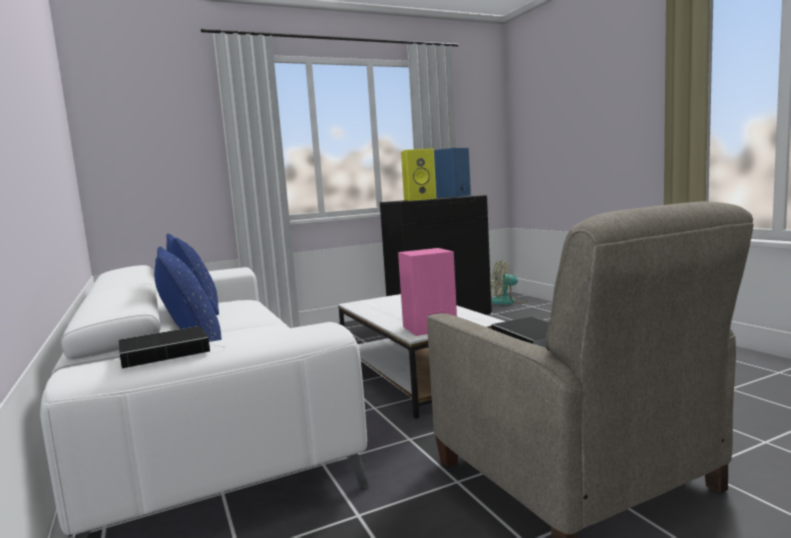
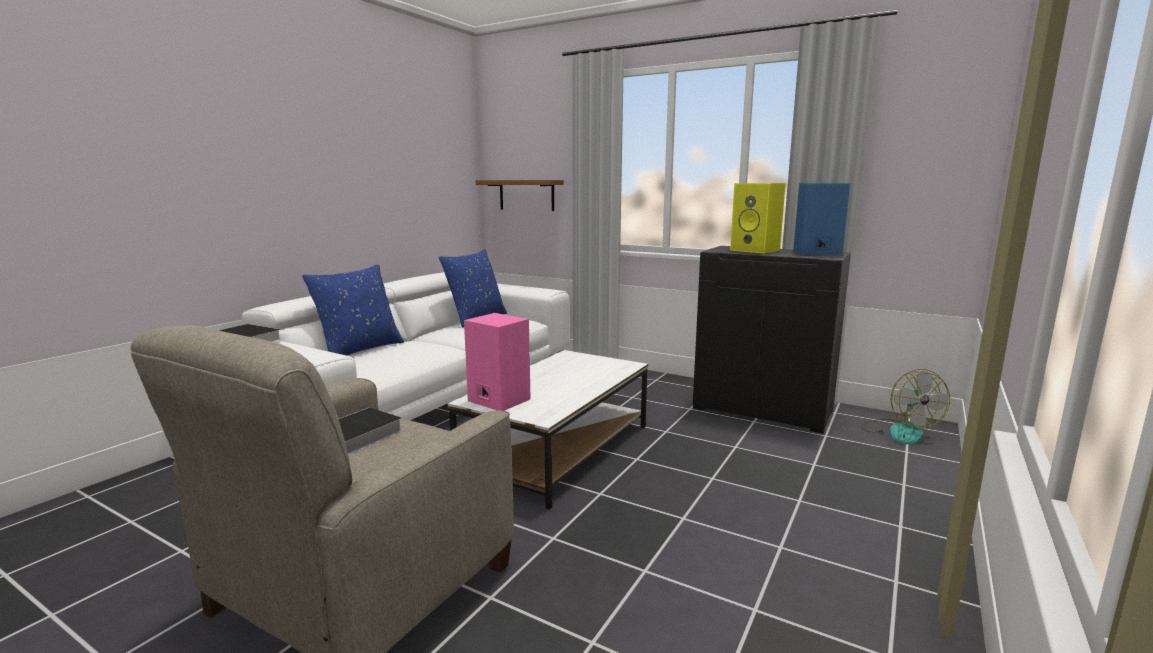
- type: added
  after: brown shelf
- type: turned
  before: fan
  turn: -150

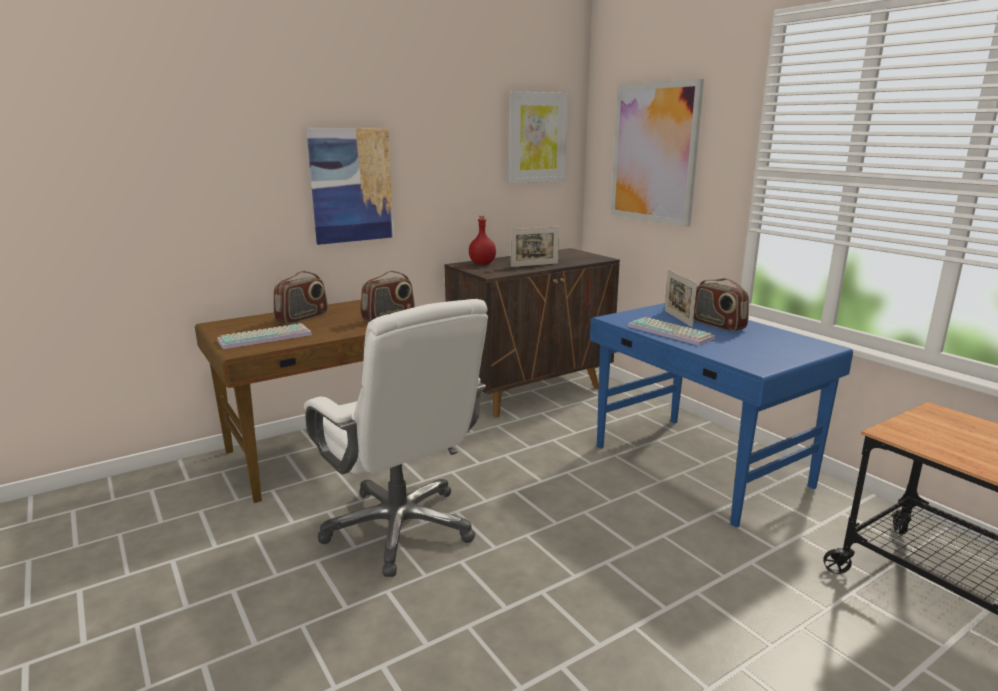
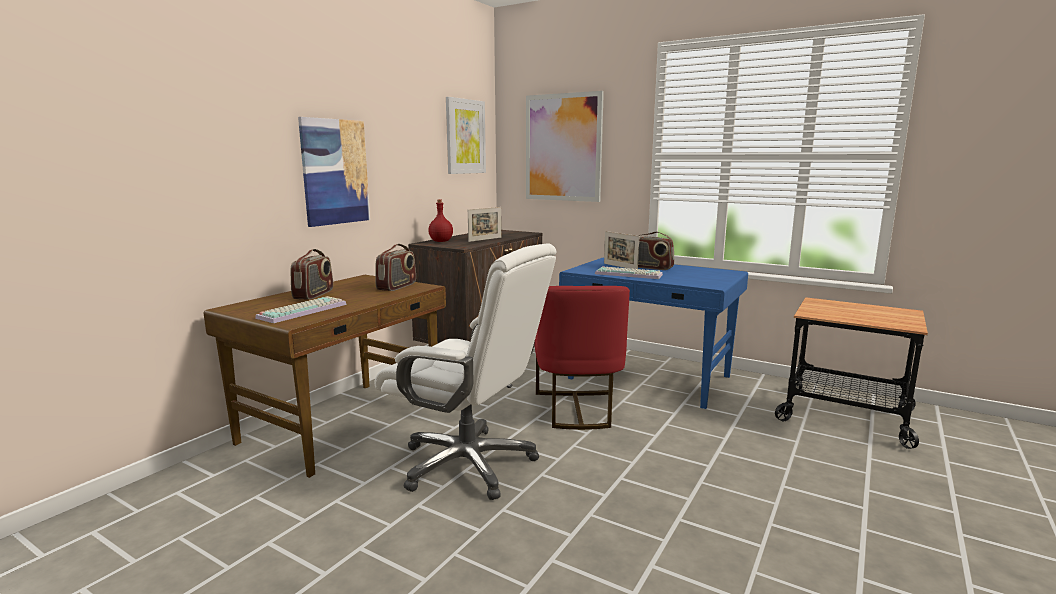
- type: added
  after: red chair

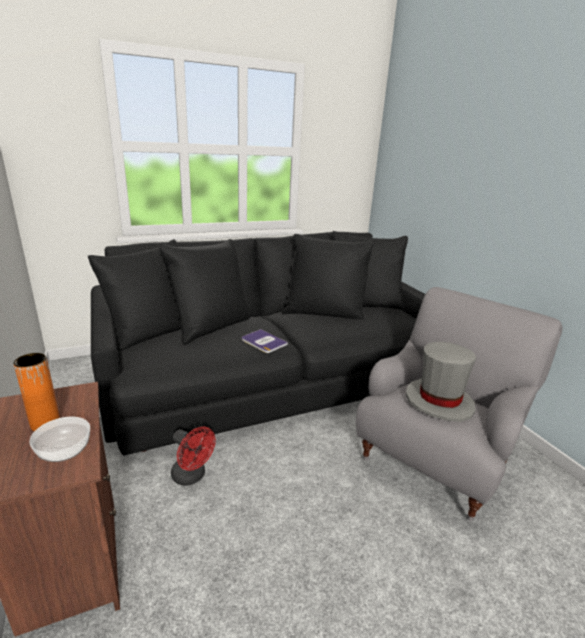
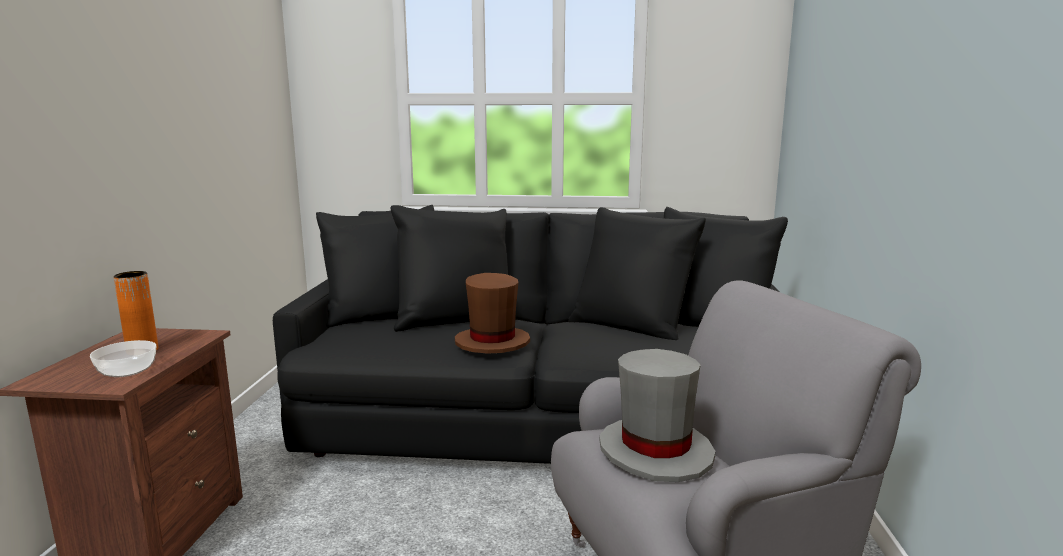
- type: removed
  before: red fan
- type: replaced
  before: book
  after: brown hat

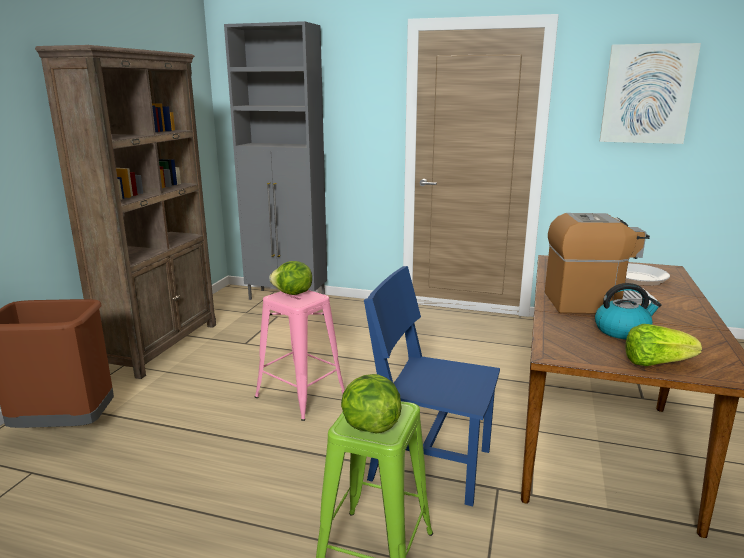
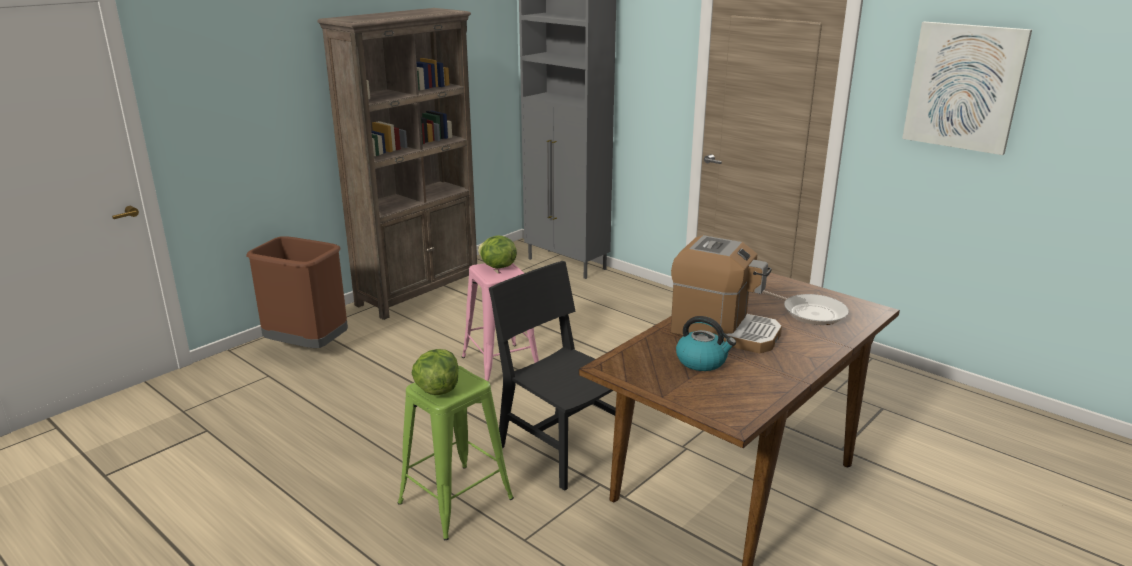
- type: removed
  before: lettuce (3rd from left)
- type: recoloured
  before: blue chair
  after: black chair

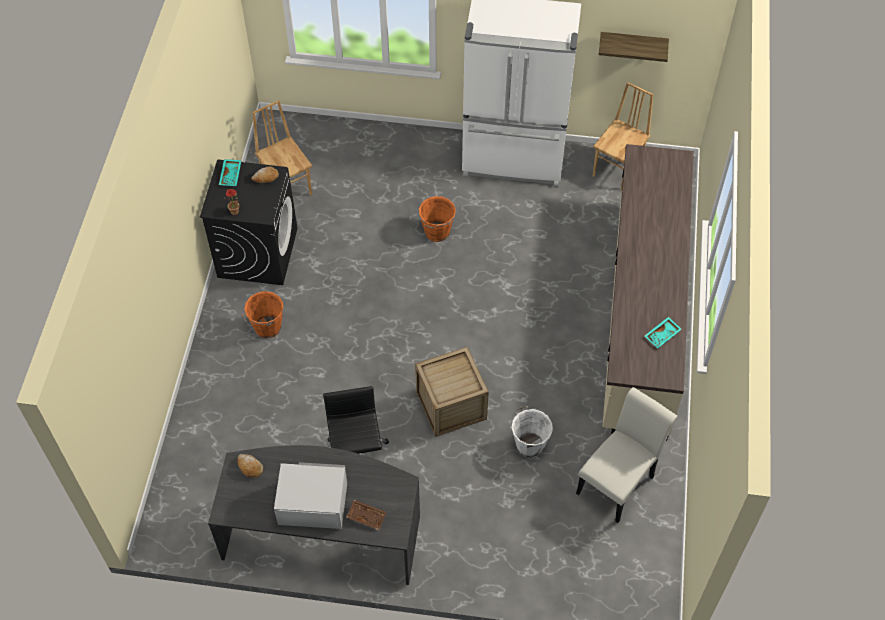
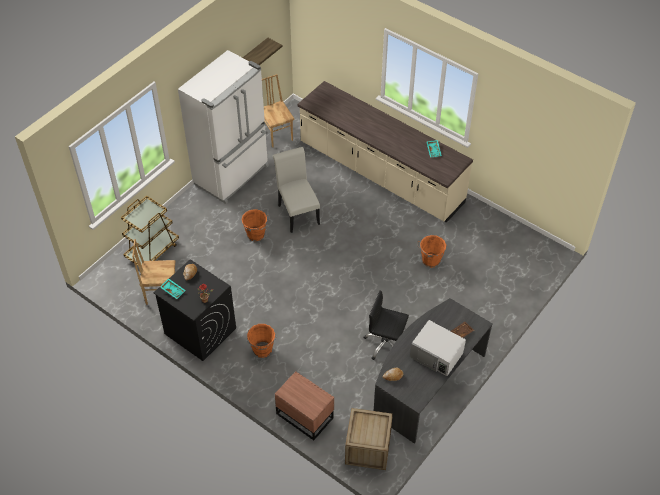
- type: added
  after: brown cart
- type: added
  after: brown nightstand
- type: moved
  before: crate
- type: moved
  before: white chair
- type: recoloured
  before: white bucket
  after: orange bucket (3rd from left)
- type: turned
  before: white microwave
  turn: -90

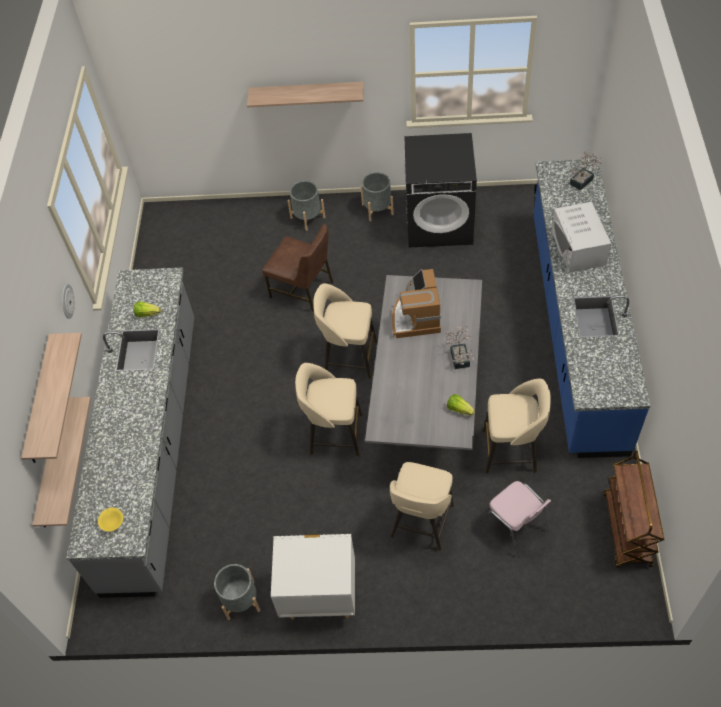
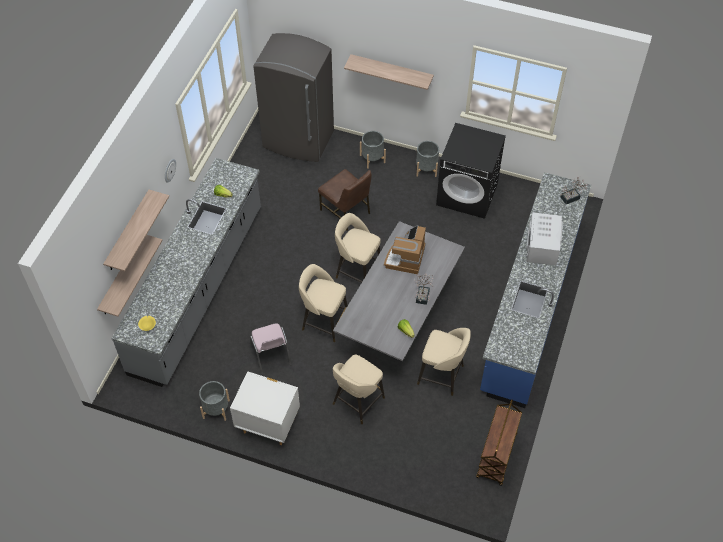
- type: added
  after: grey fridge
- type: moved
  before: pink chair

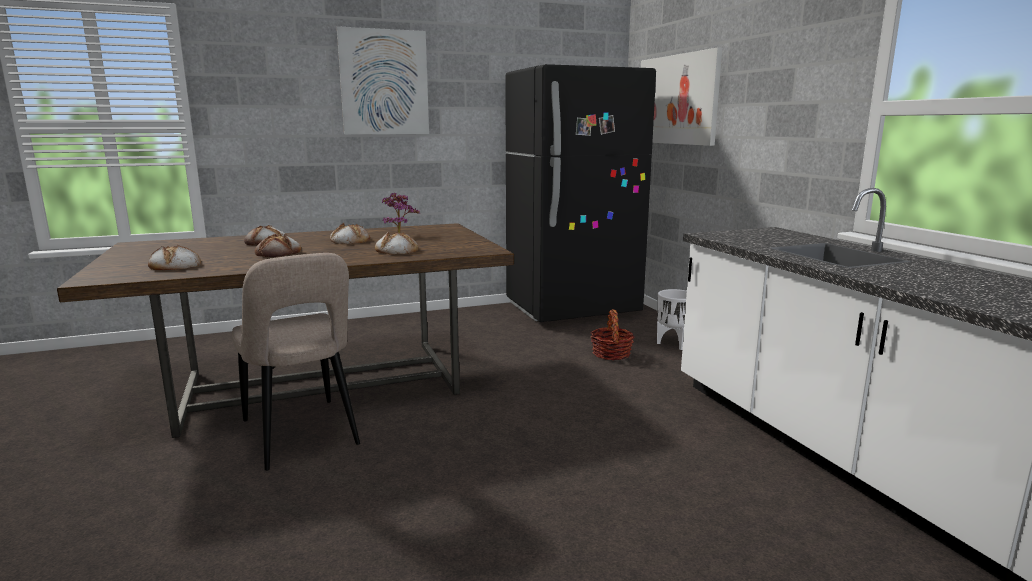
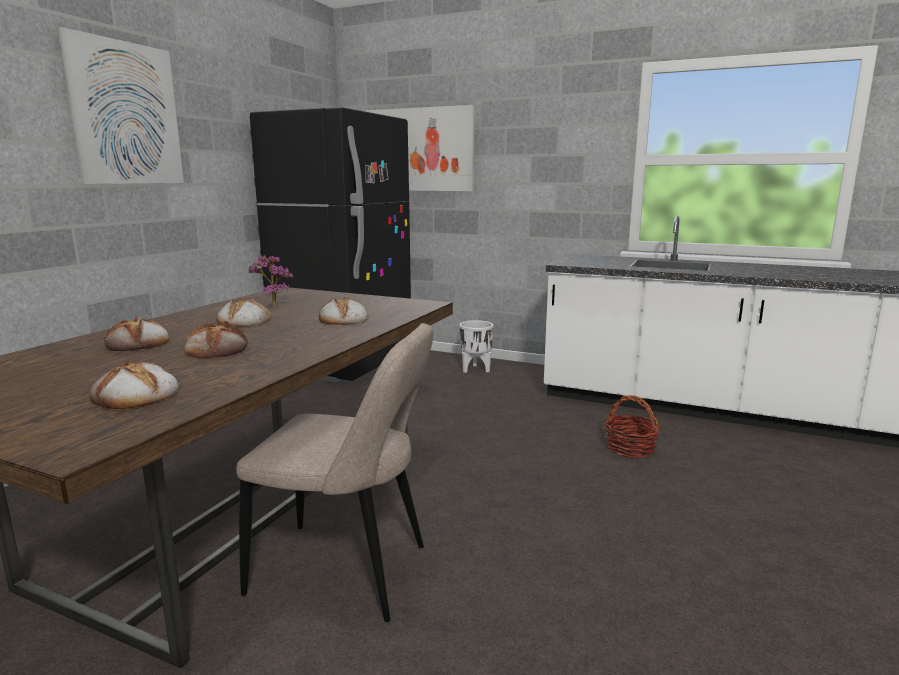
- type: moved
  before: basket

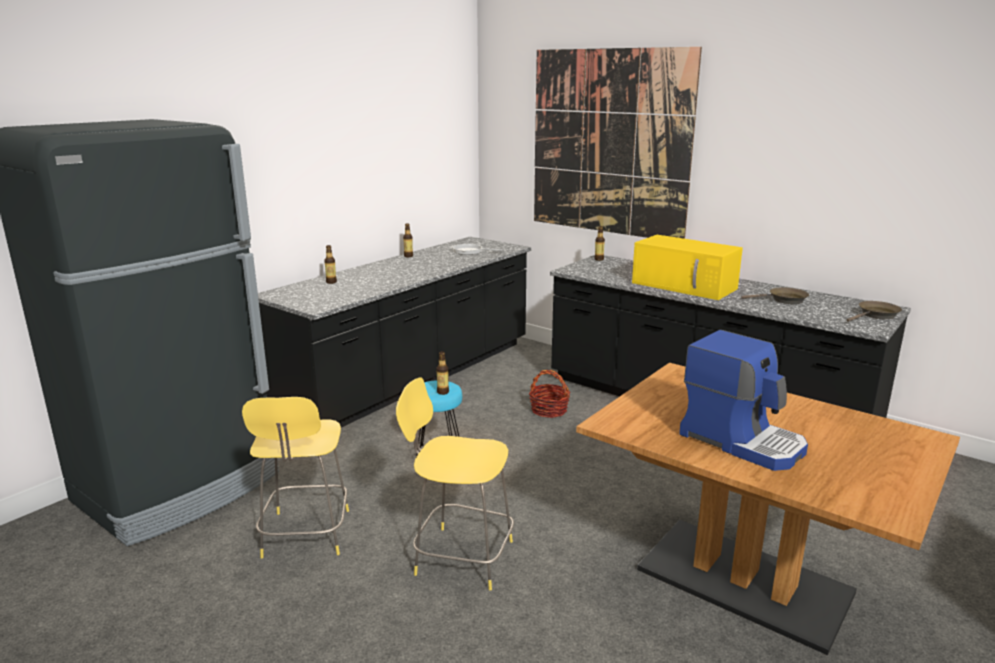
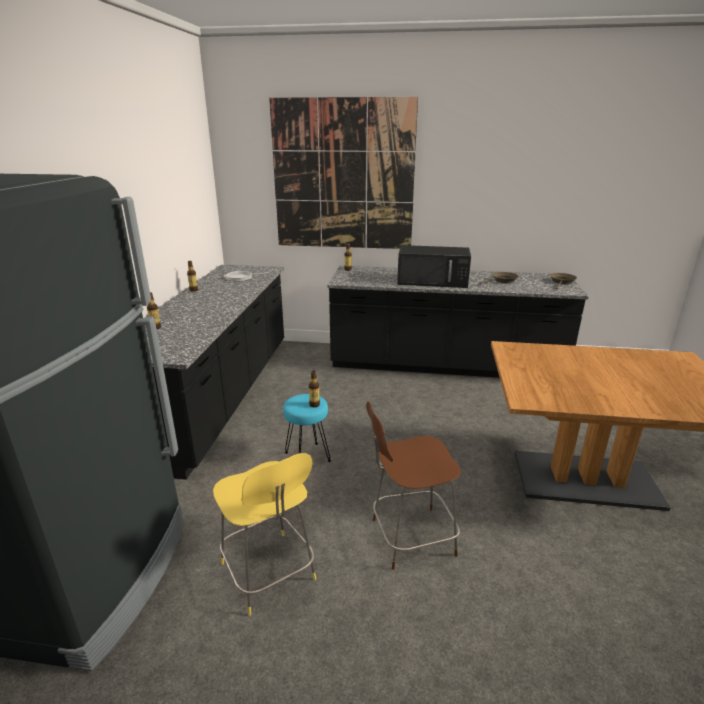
- type: removed
  before: basket
- type: removed
  before: coffee machine
- type: recoloured
  before: yellow stool (2nd from left)
  after: brown stool
- type: recoloured
  before: yellow microwave
  after: black microwave

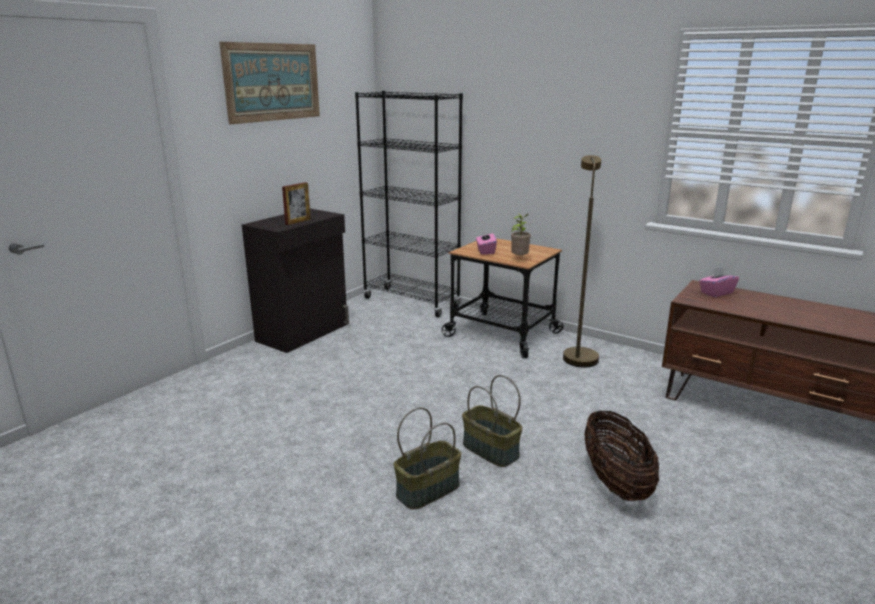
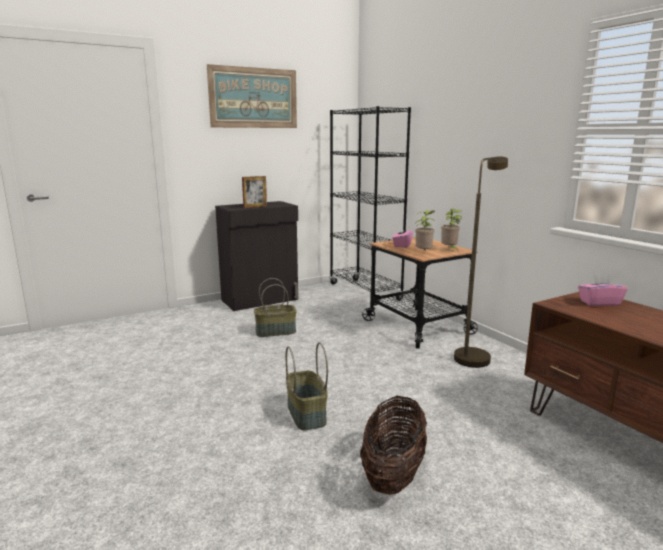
- type: added
  after: potted plant (2nd from left)
- type: moved
  before: basket (1st from left)

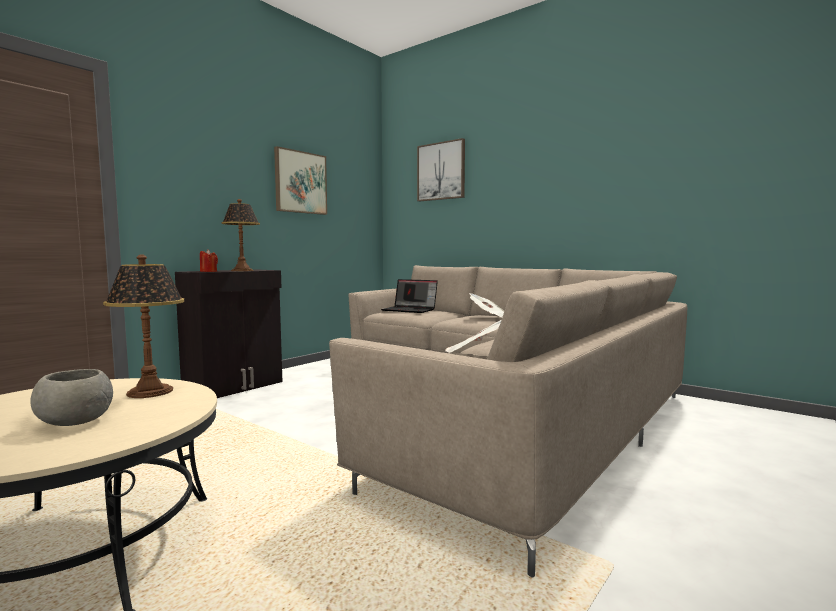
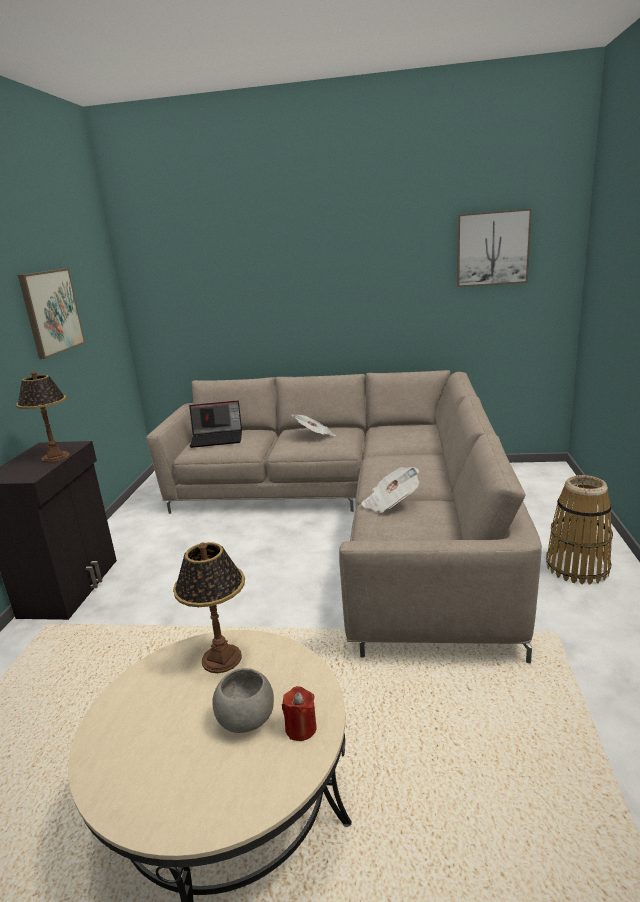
- type: added
  after: basket
- type: moved
  before: red candle
- type: moved
  before: picture (2nd from left)

